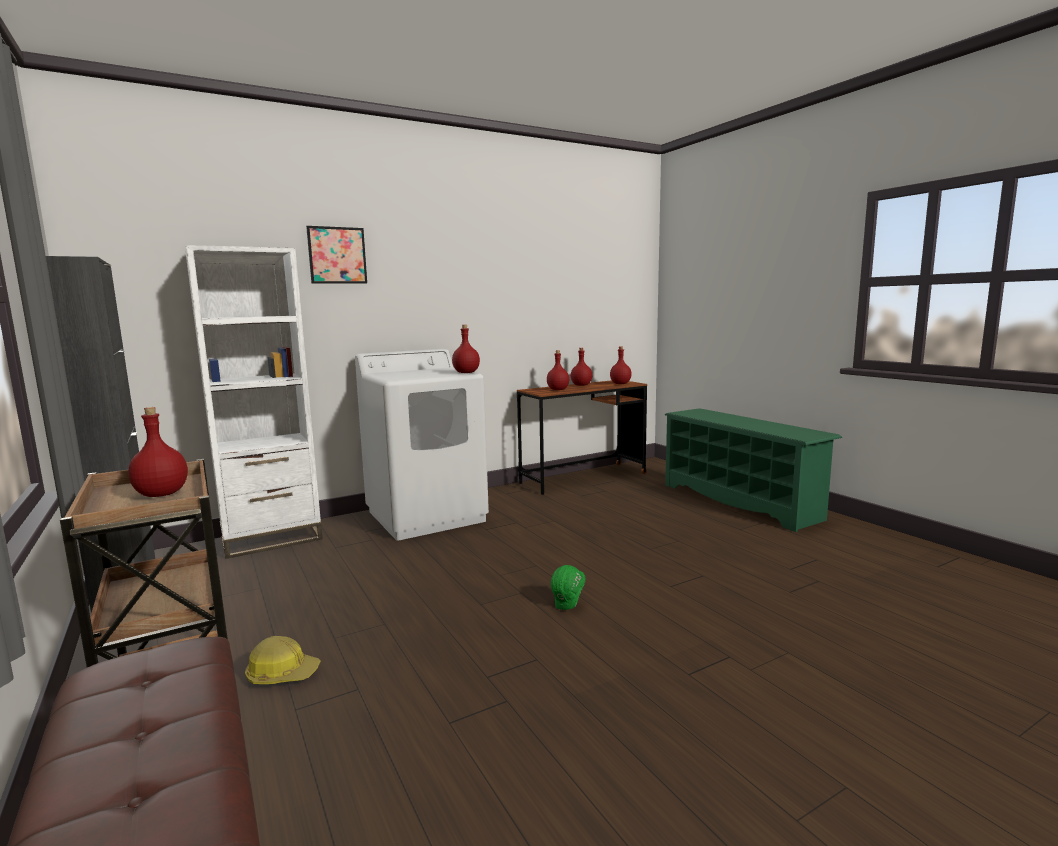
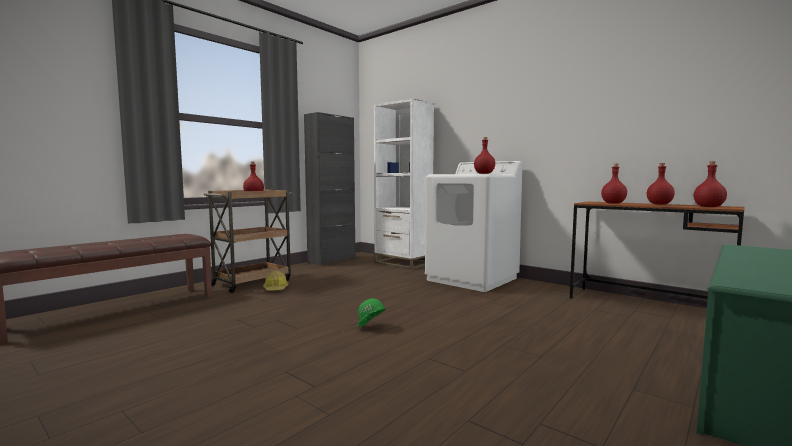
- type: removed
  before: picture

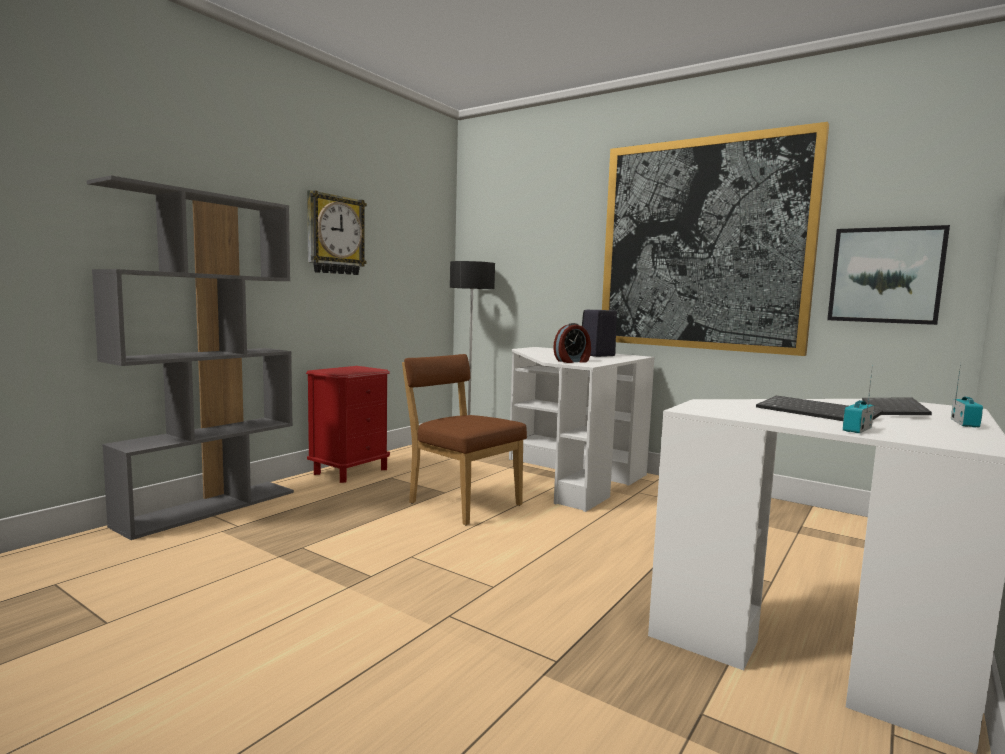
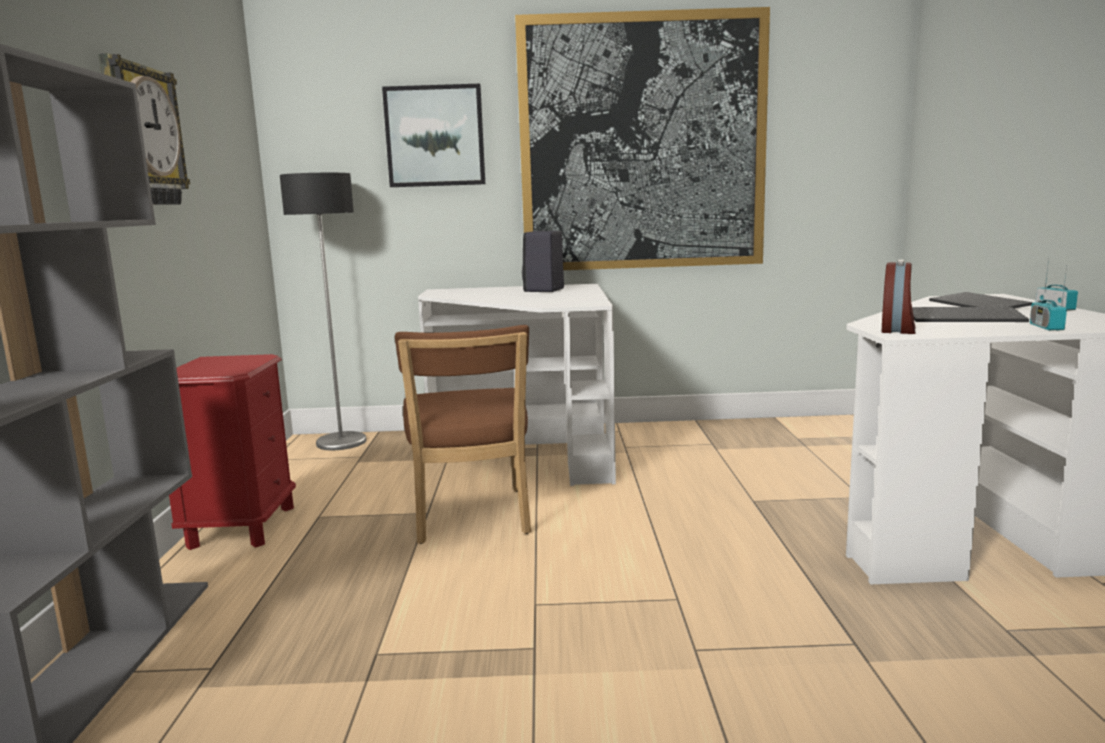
- type: moved
  before: alarm clock
- type: moved
  before: picture (2nd from left in the first image)
  after: picture (1st from left)
- type: turned
  before: brown chair
  turn: -105

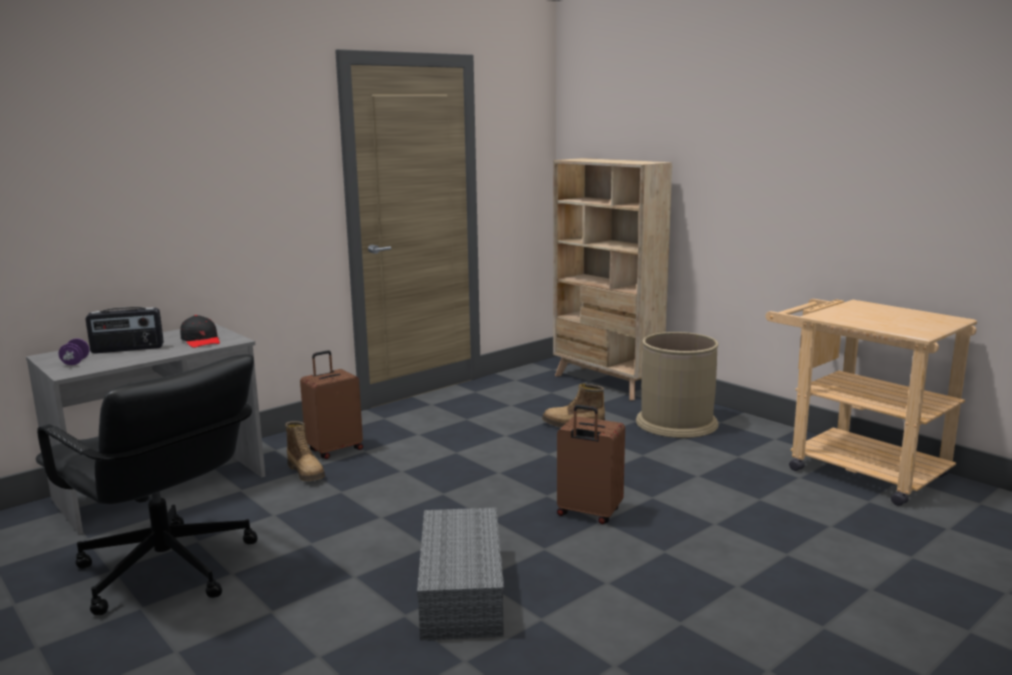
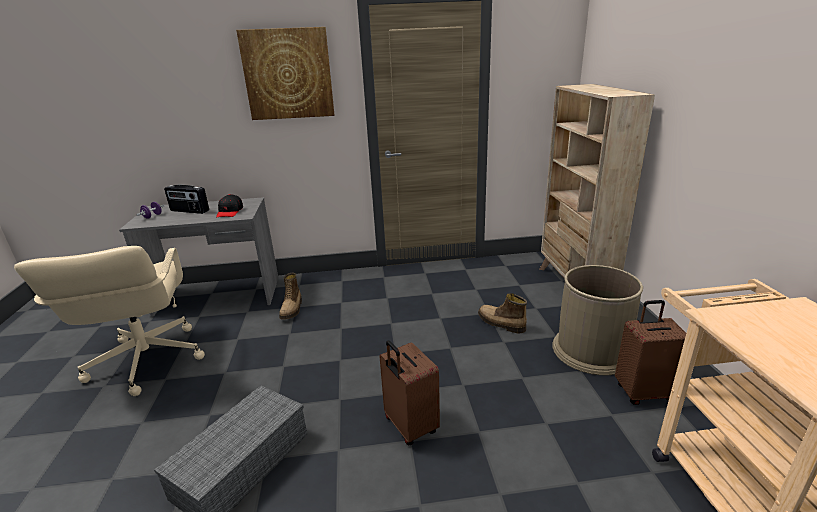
- type: added
  after: picture
- type: moved
  before: brown suitcase (1st from left in the first image)
  after: brown suitcase (2nd from left)
- type: recoloured
  before: black office chair
  after: beige office chair

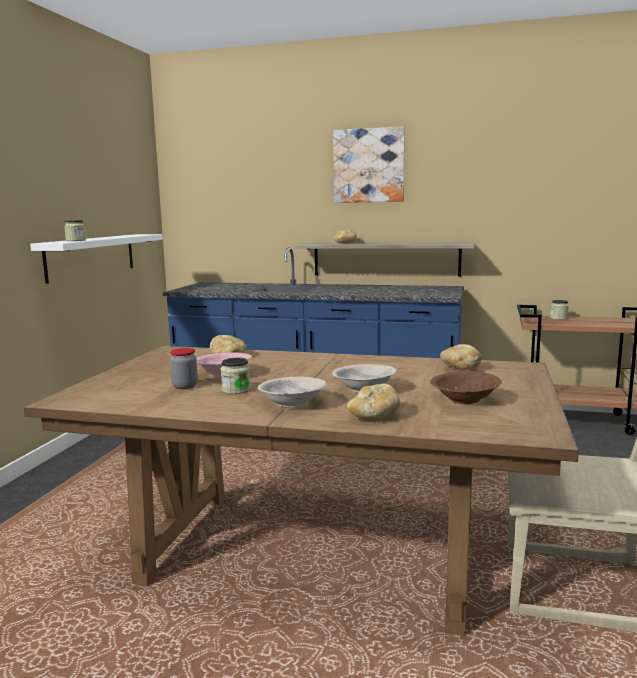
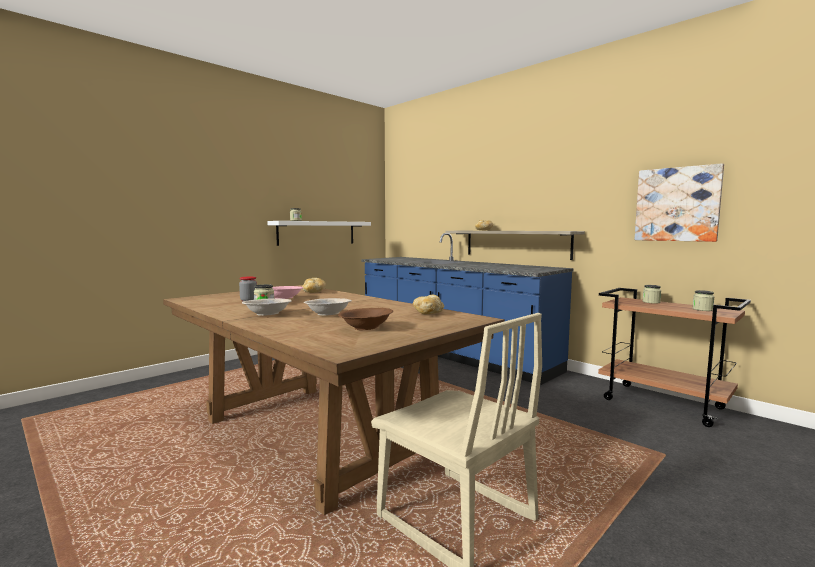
- type: removed
  before: bread (3rd from left)
- type: added
  after: jar (5th from left)
- type: moved
  before: picture

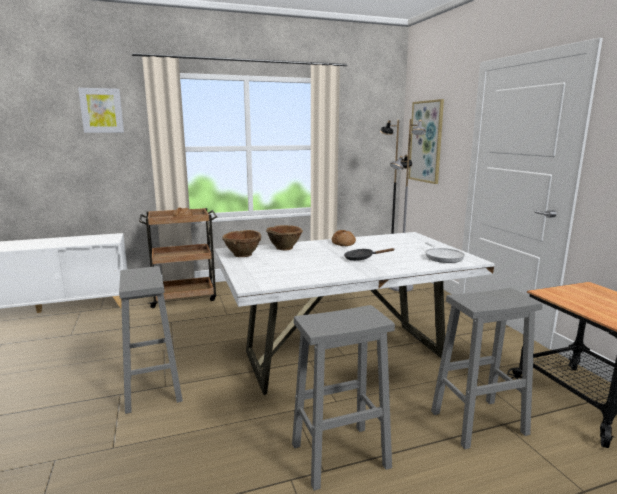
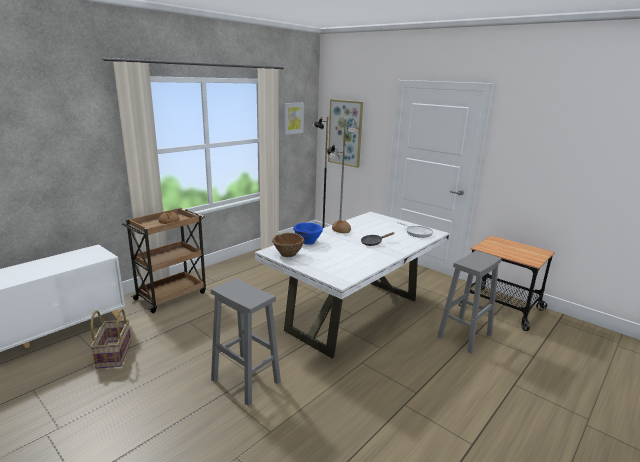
- type: removed
  before: grey stool (2nd from left)
- type: added
  after: basket
- type: moved
  before: picture (1st from left)
- type: recoloured
  before: brown bowl (2nd from left)
  after: blue bowl

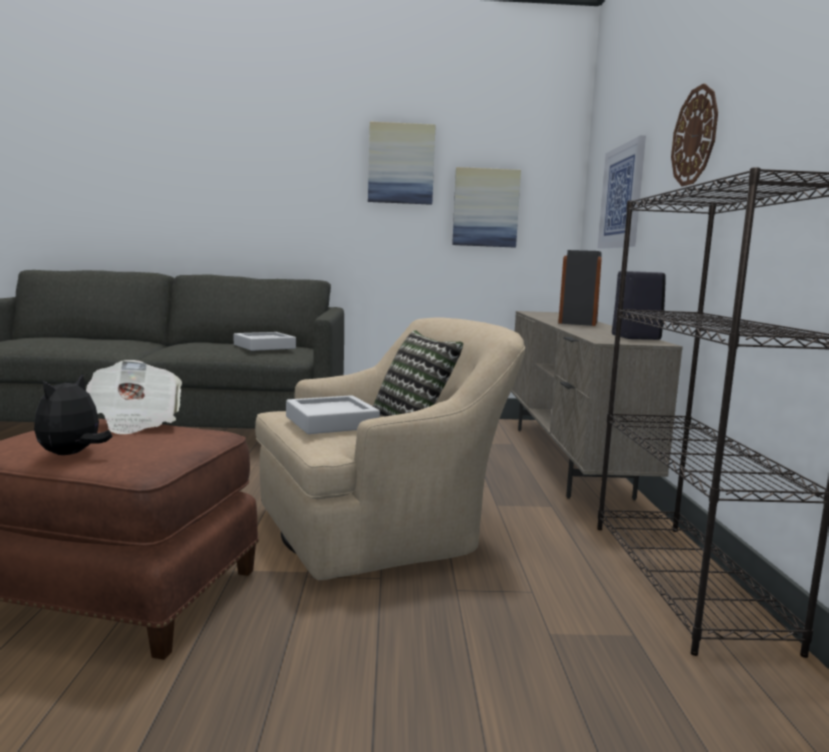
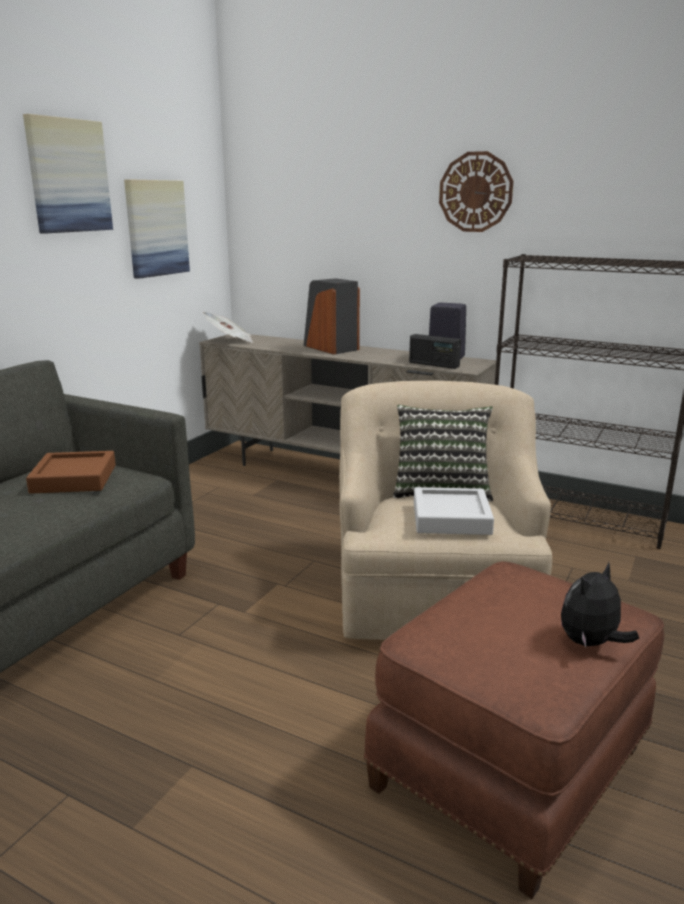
- type: removed
  before: picture (3rd from left)
- type: added
  after: radio
- type: moved
  before: newspaper
- type: recoloured
  before: grey tray (1st from left)
  after: brown tray
- type: turned
  before: plush toy
  turn: 90

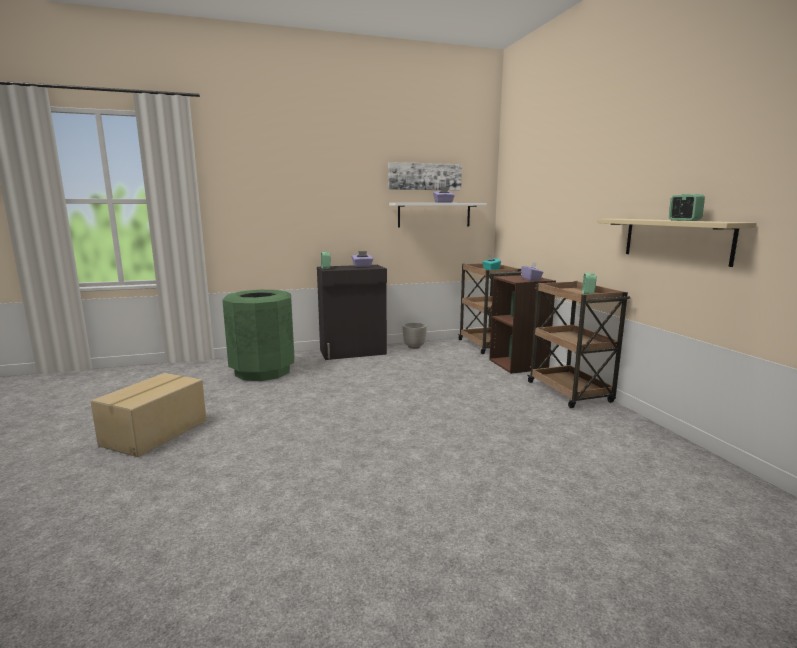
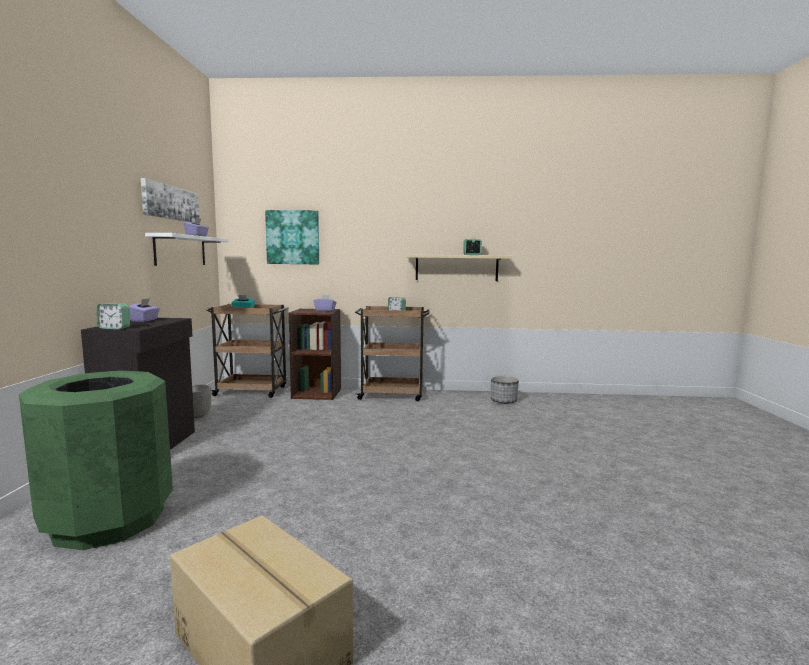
- type: added
  after: picture (2nd from left)
- type: added
  after: planter (2nd from left)

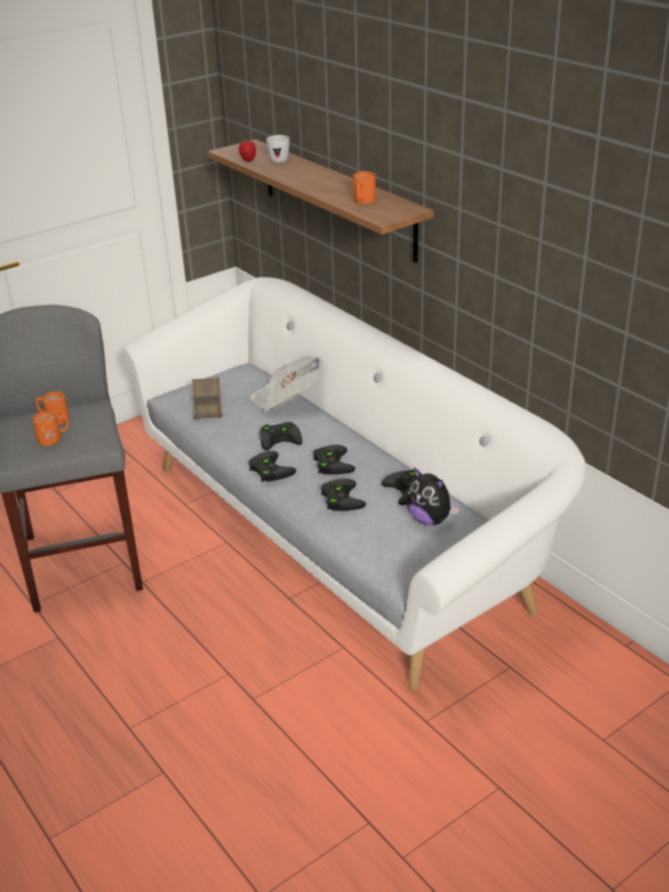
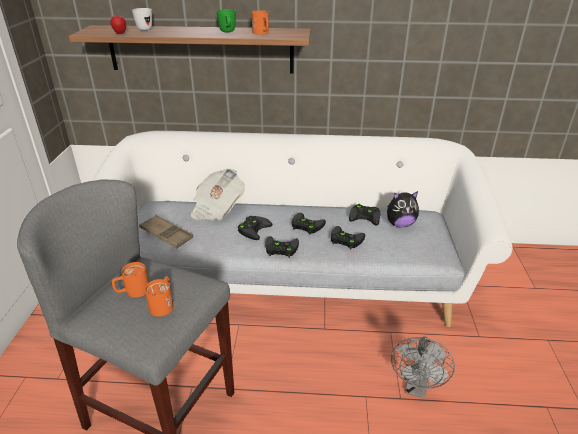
- type: added
  after: green mug
- type: added
  after: grey fan

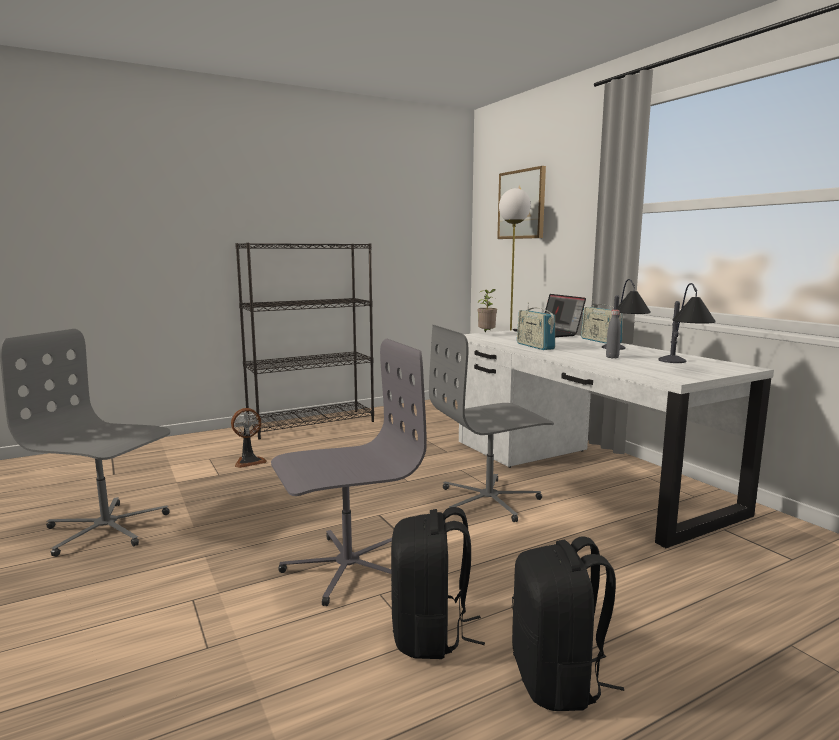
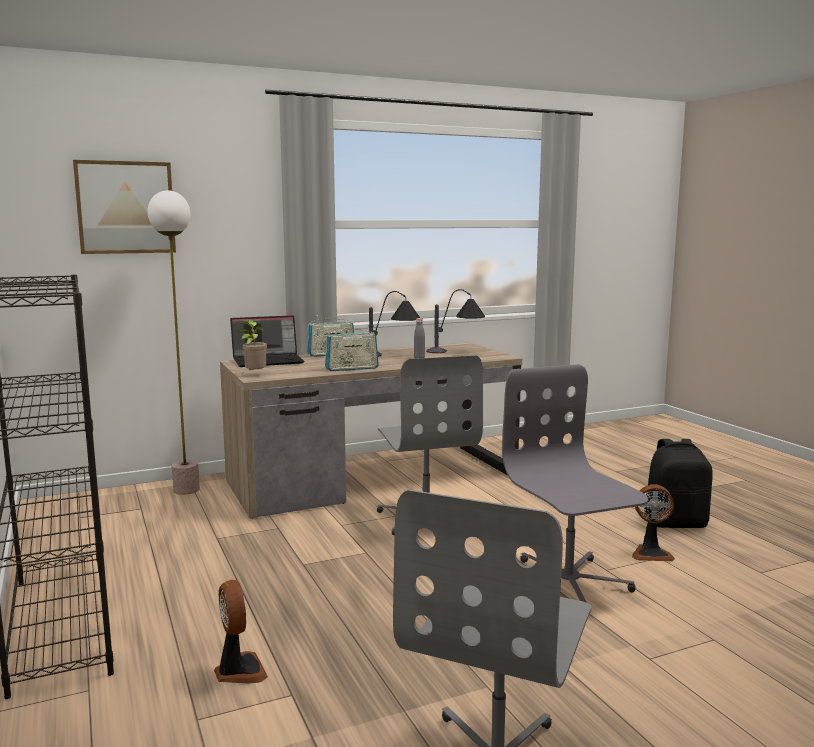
- type: replaced
  before: black backpack (1st from left)
  after: fan (2nd from left)
- type: recoloured
  before: white desk
  after: brown desk

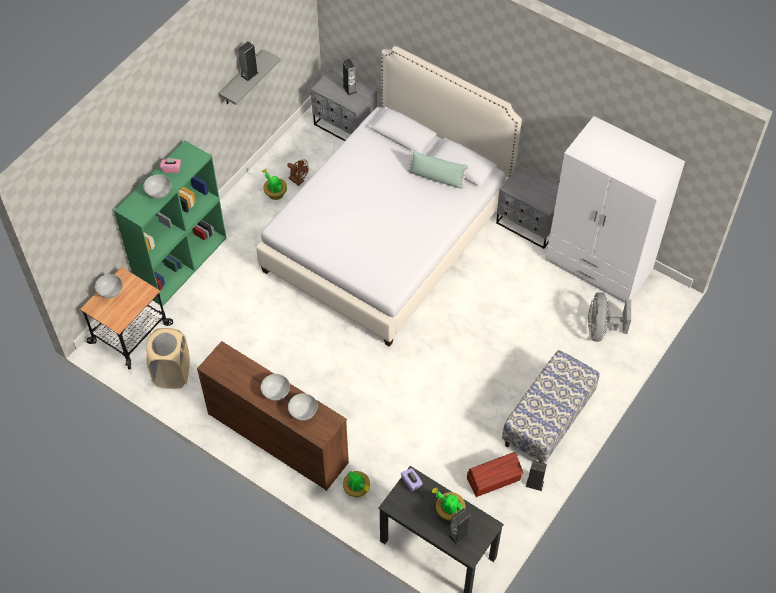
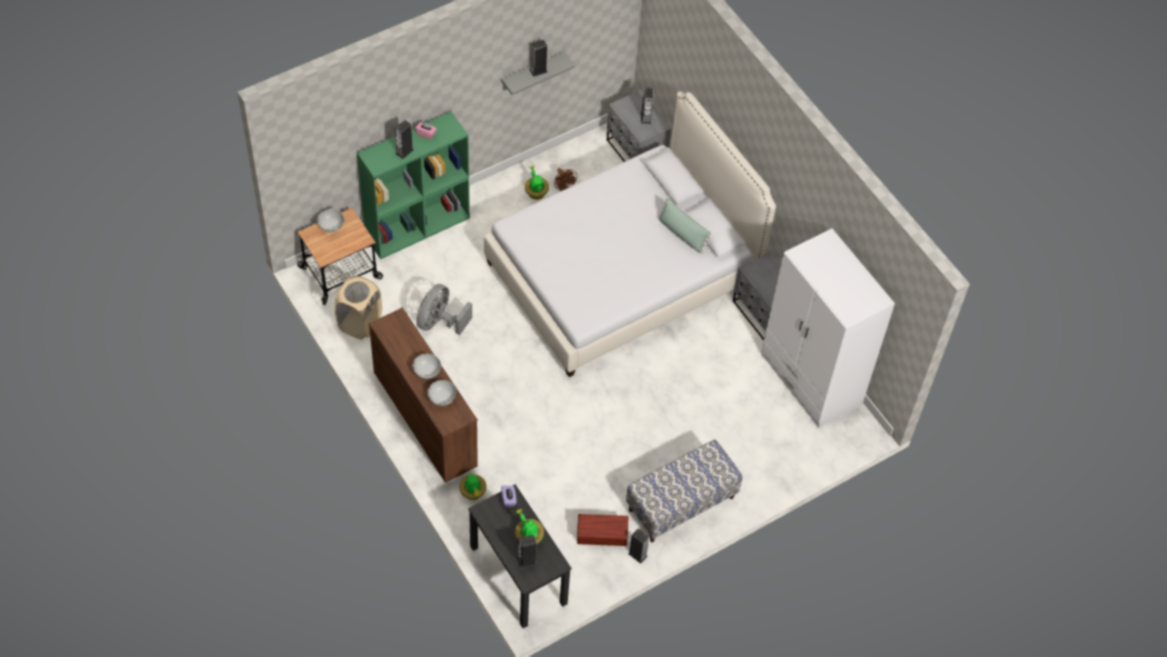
- type: moved
  before: grey fan
- type: replaced
  before: white bowl (2nd from left)
  after: speaker (1st from left)

